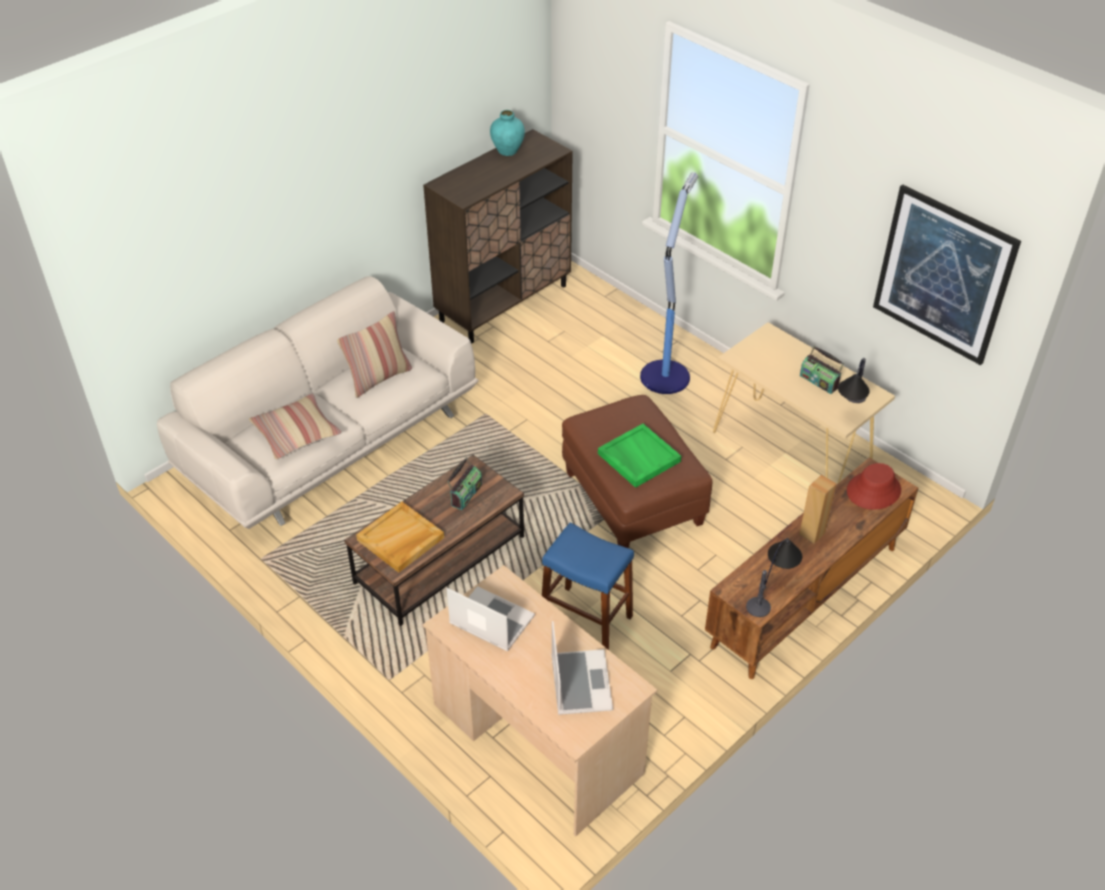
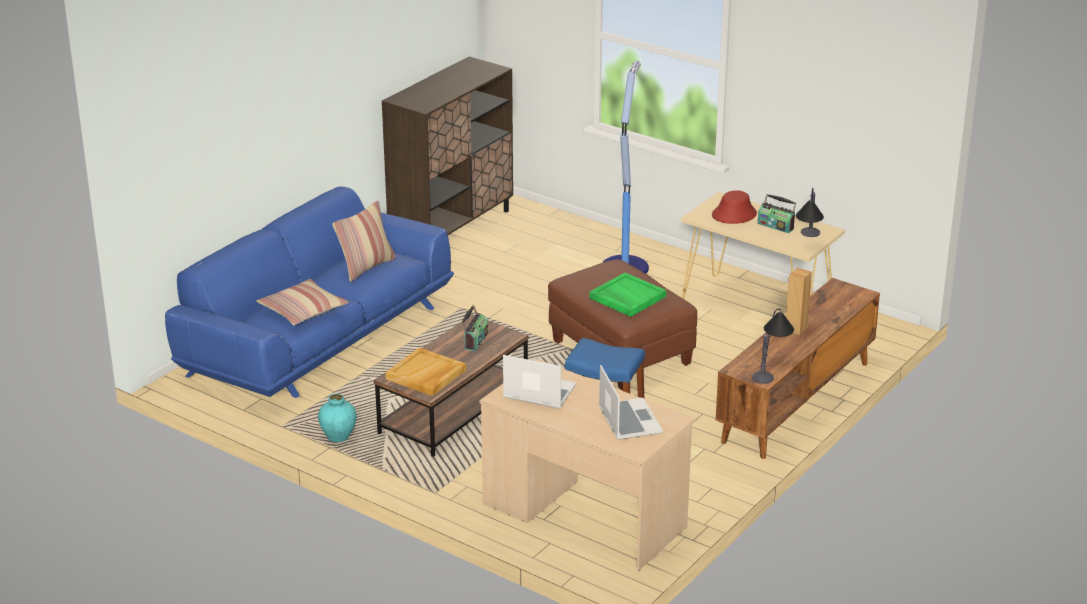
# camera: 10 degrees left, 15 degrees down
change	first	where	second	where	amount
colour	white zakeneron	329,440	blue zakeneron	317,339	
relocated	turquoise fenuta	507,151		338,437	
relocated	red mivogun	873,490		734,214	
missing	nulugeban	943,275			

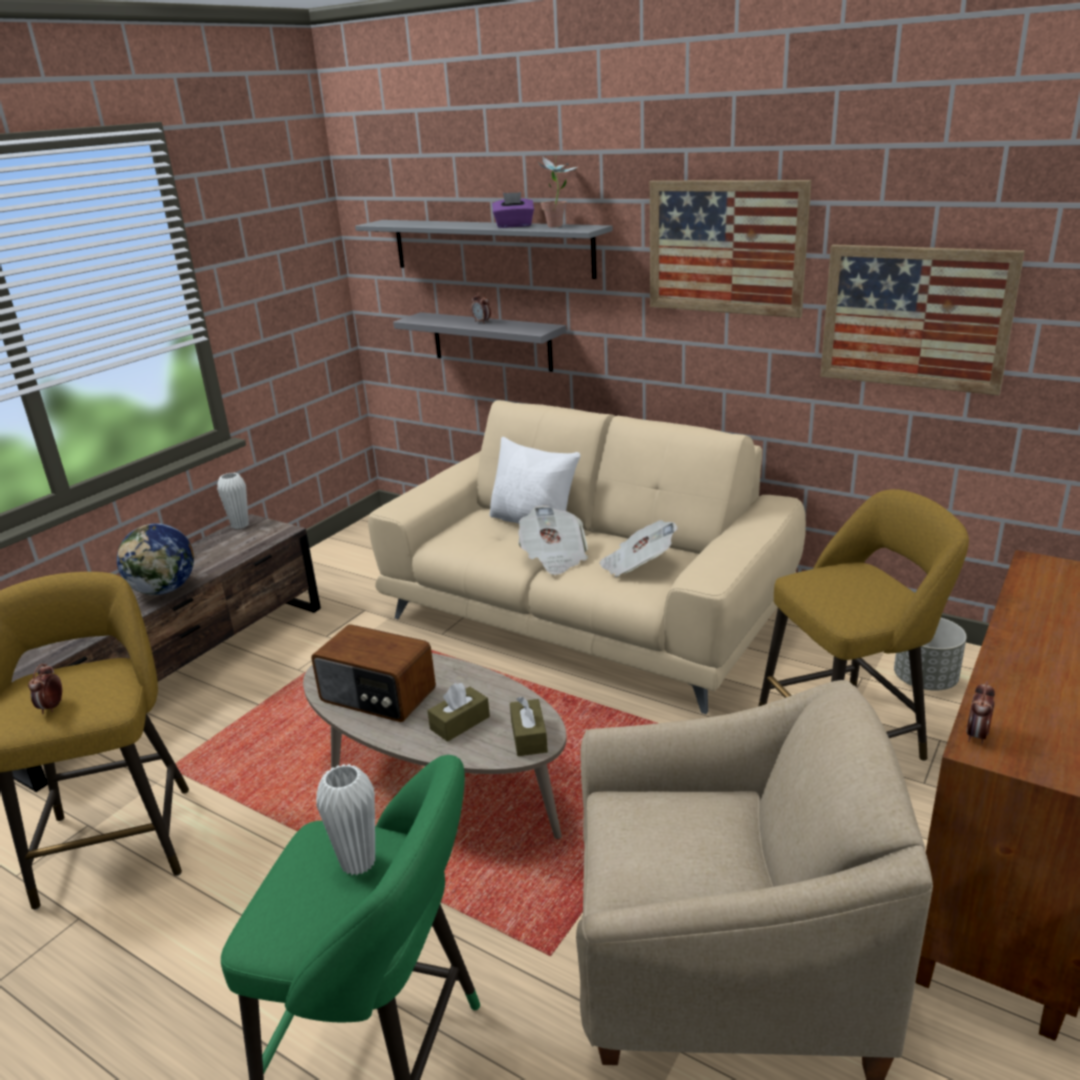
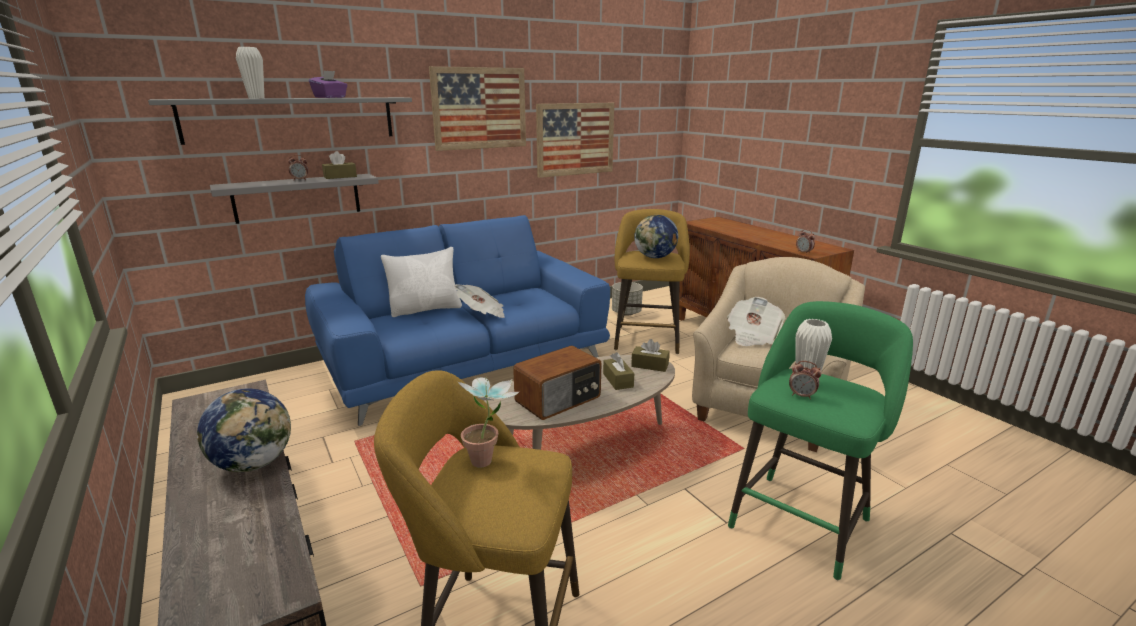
# camera: 65 degrees left, 5 degrees down
change	first	where	second	where	amount
relocated	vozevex	52,707		802,396	
relocated	white fenuta	240,525		256,98	
colour	beige zakeneron	586,614	blue zakeneron	465,362	
relocated	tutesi	558,226		489,460	
relocated	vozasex	637,566		752,336	
appeared			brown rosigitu	340,177	
appeared			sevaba	655,257	

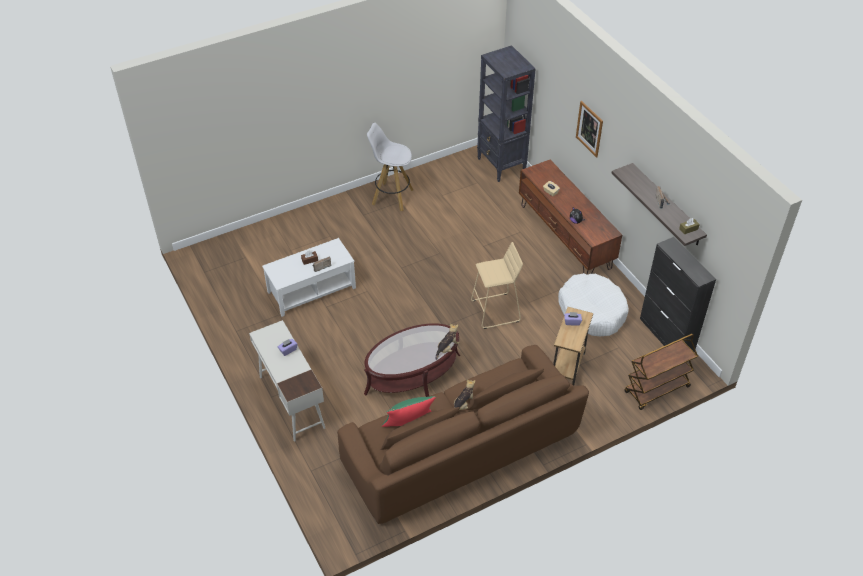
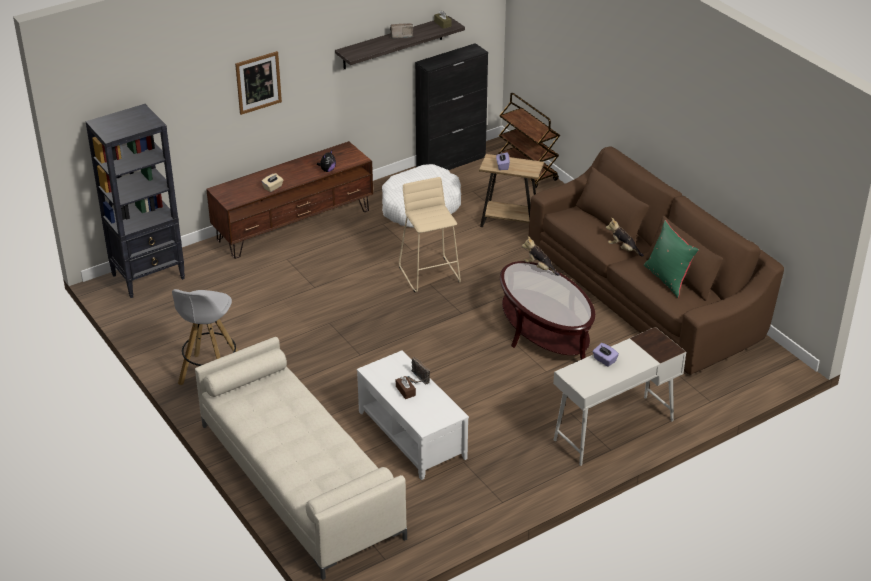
# camera: 95 degrees left, 10 degrees down
change	first	where	second	where	amount
appeared			beige zakeneron	299,480	

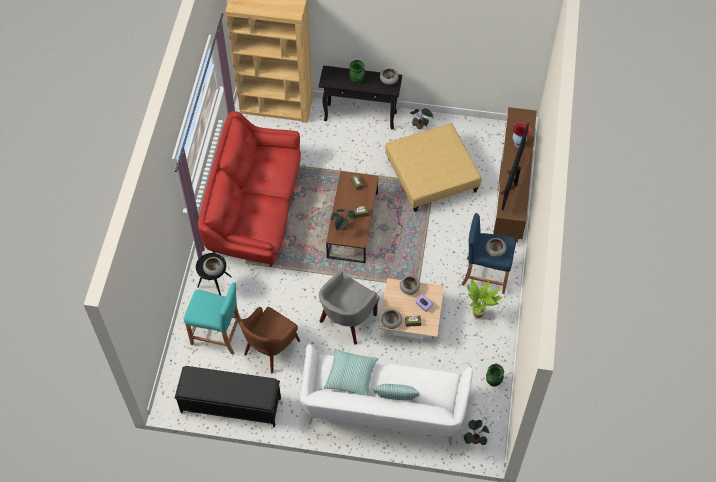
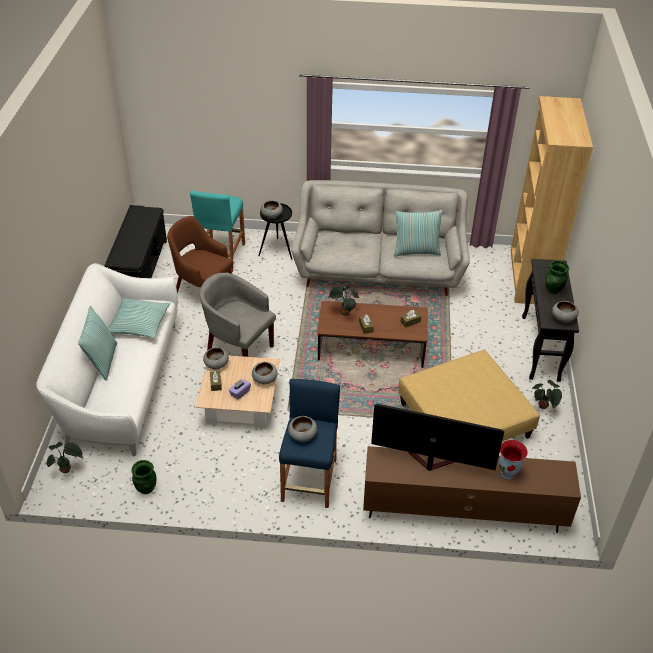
# camera: 85 degrees right, 15 degrees down
change	first	where	second	where	amount
colour	red zakeneron	255,210	grey zakeneron	379,270	
missing	tutesi	479,314			
appeared			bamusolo	416,250	

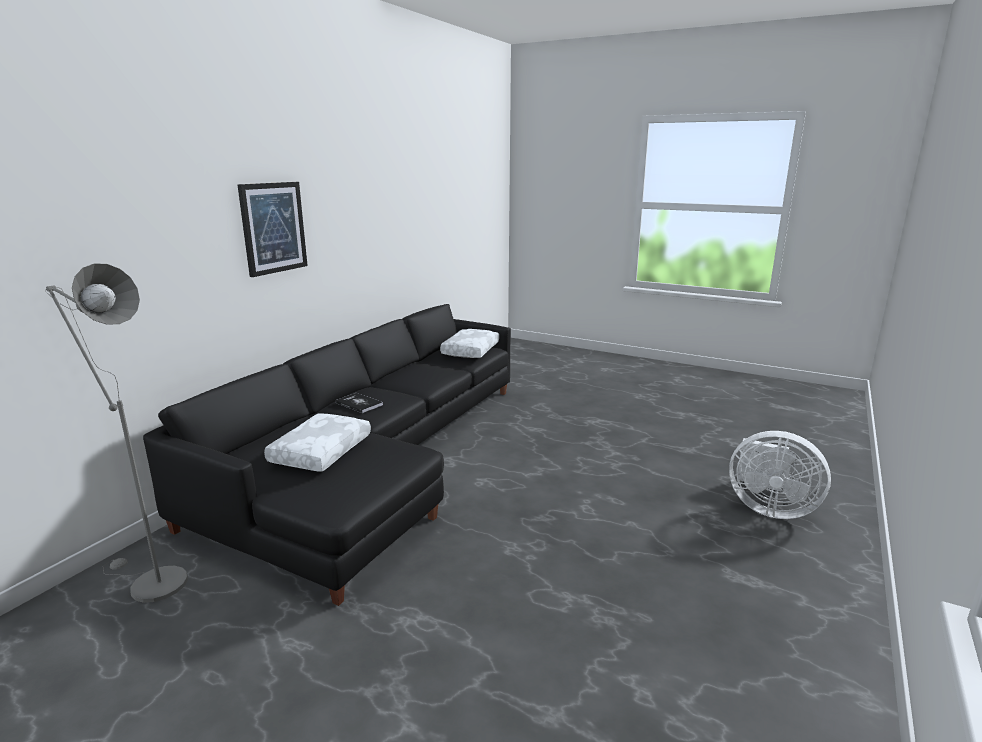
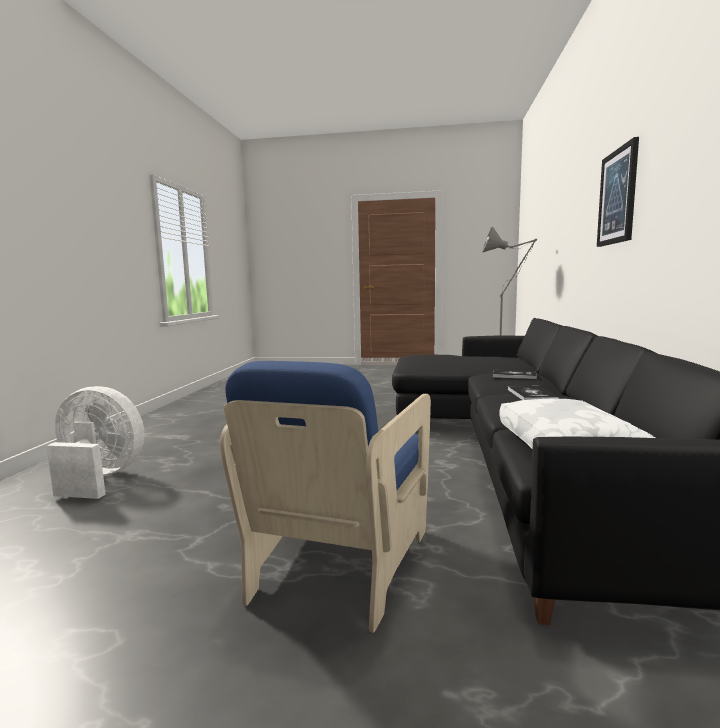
# camera: 160 degrees right, 10 degrees down
change	first	where	second	where	amount
missing	white bamusolo	320,451			
appeared			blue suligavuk	339,561	
appeared			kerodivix	531,395	

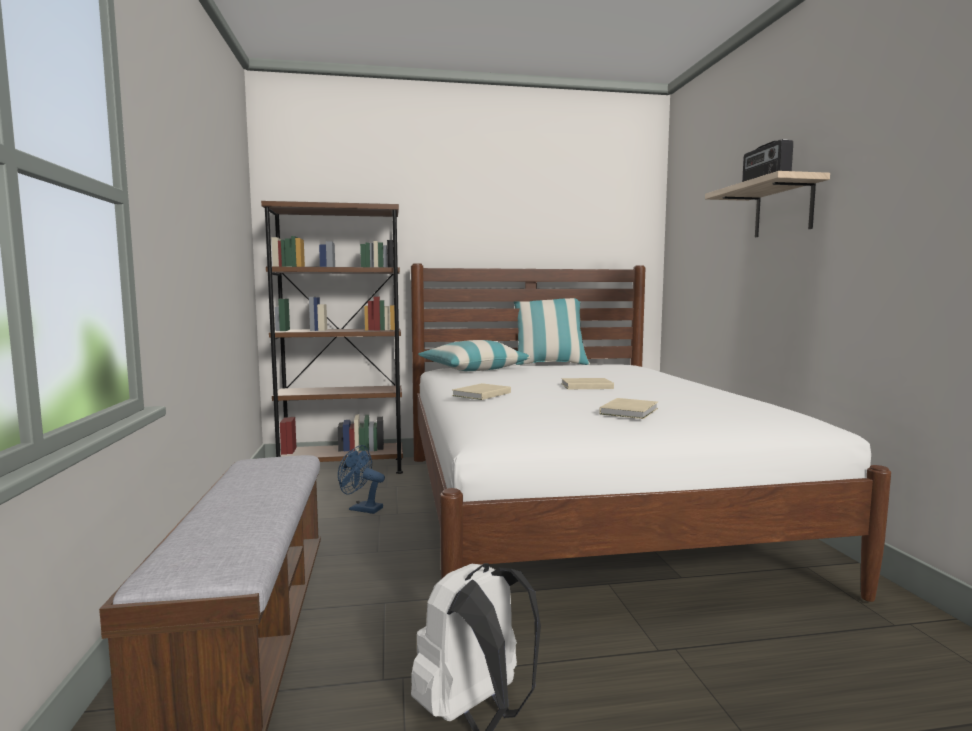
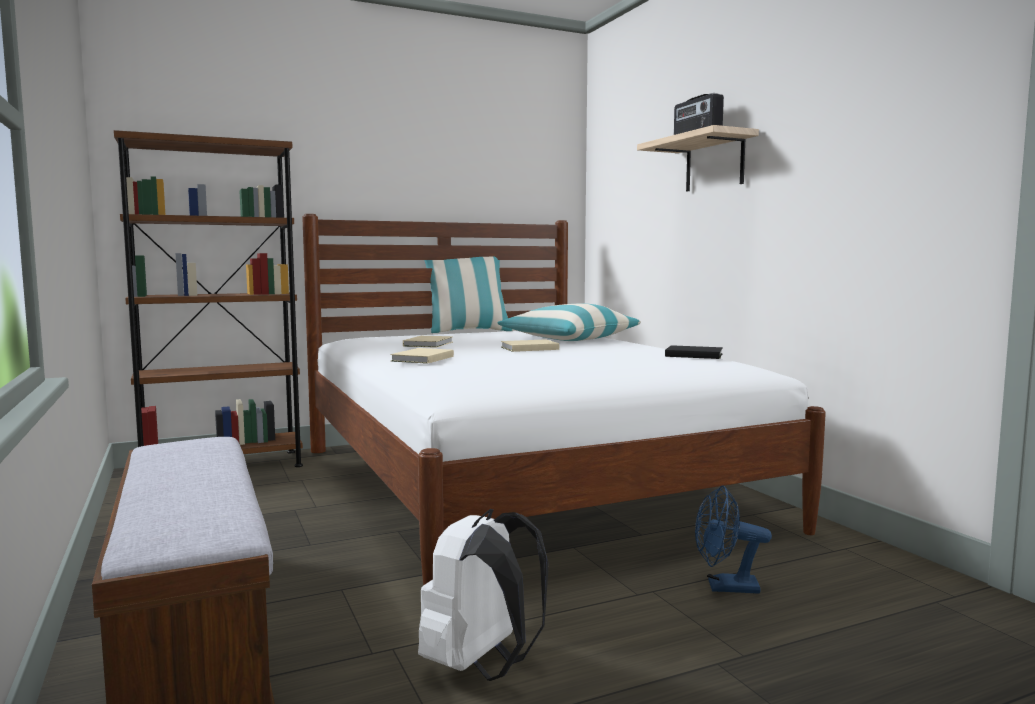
# camera: 15 degrees left, 0 degrees up
change	first	where	second	where	amount
relocated	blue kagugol	361,509		724,587	
relocated	bamusolo	472,369		568,339	
relocated	beige kerodivix	630,411		429,344	
appeared			black kerodivix	692,355	

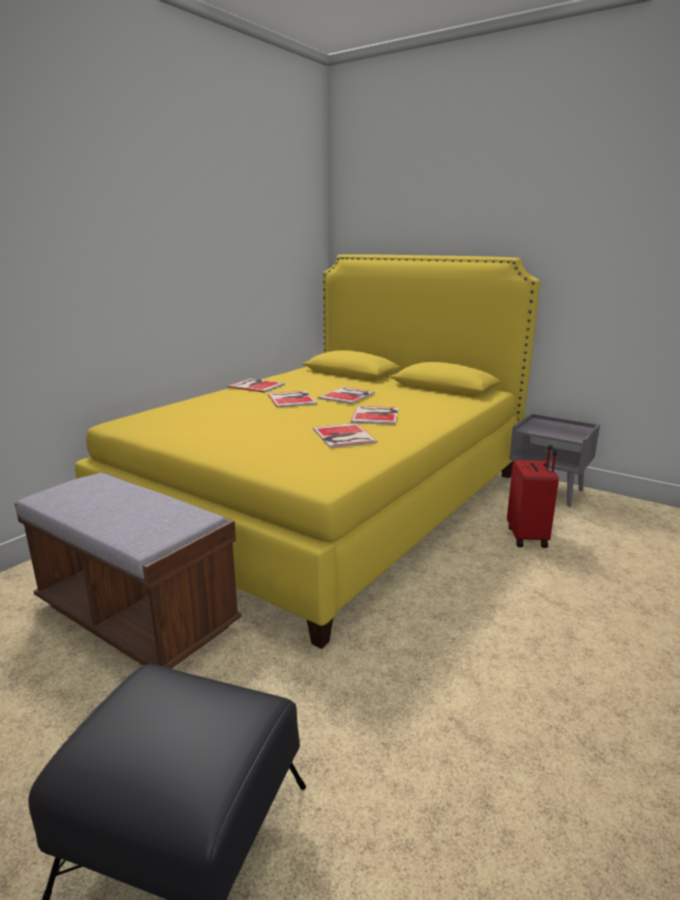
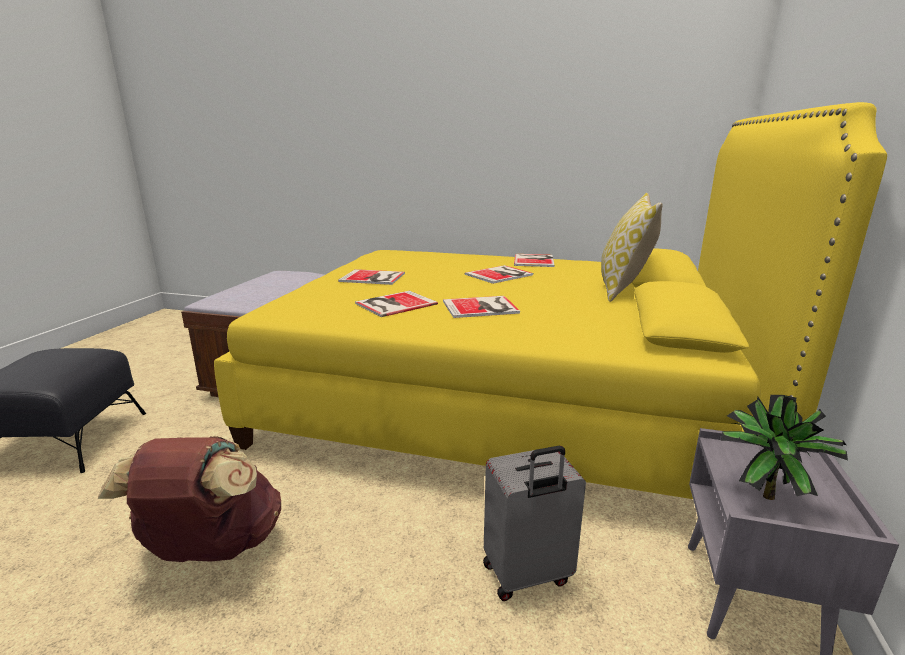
# camera: 70 degrees right, 0 degrees up
change	first	where	second	where	amount
relocated	kerodivix	348,395		373,278	
colour	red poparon	528,537	grey poparon	527,575	
appeared			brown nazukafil	212,549	
appeared			bamusolo	623,289	
appeared			tutesi	764,492	

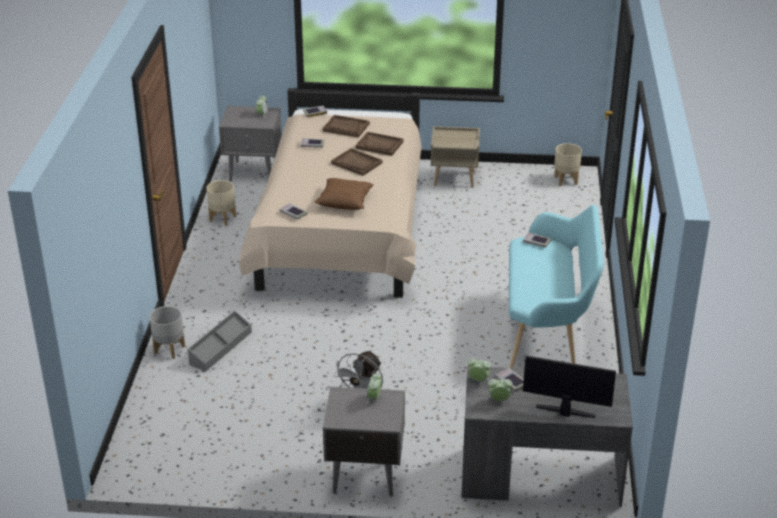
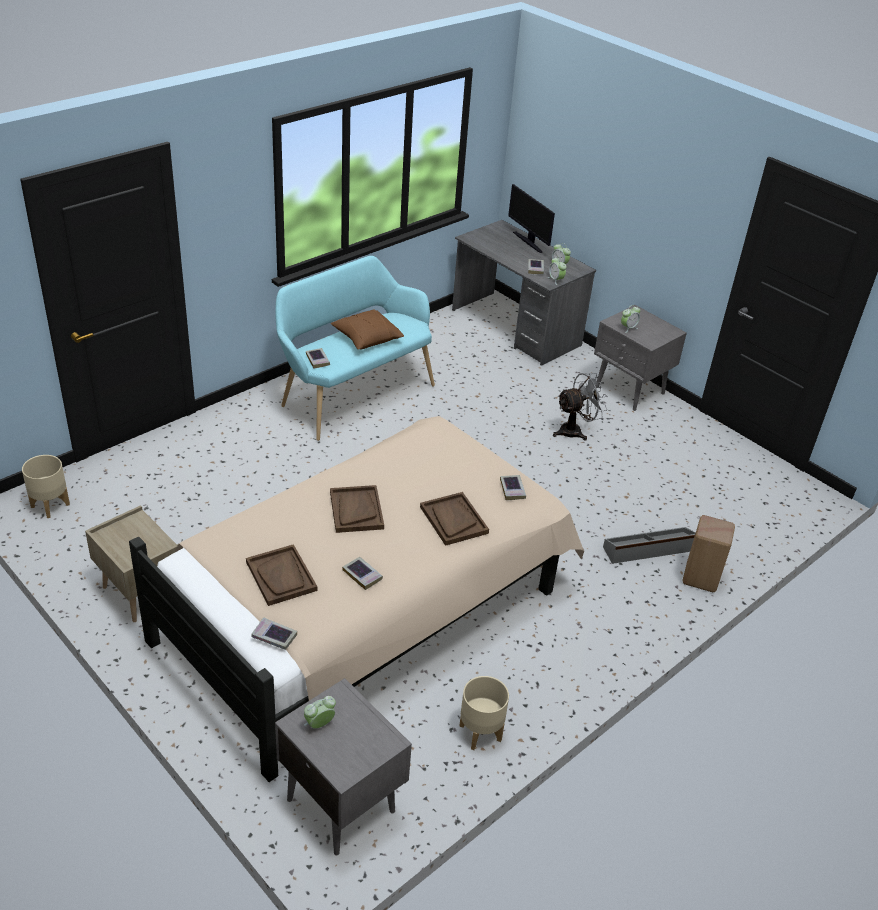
# camera: 140 degrees left, 5 degrees up
change	first	where	second	where	amount
exchanged	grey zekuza	169,349	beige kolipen	701,579	
relocated	brown bamusolo	344,201		366,338	
relocated	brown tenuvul	379,145		453,520	

